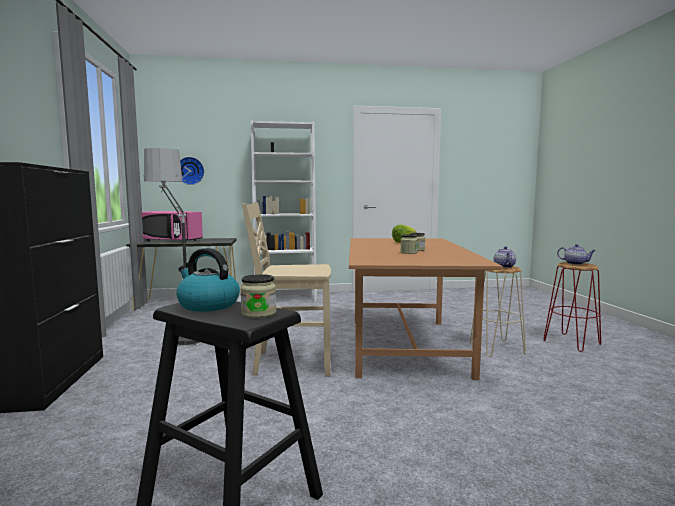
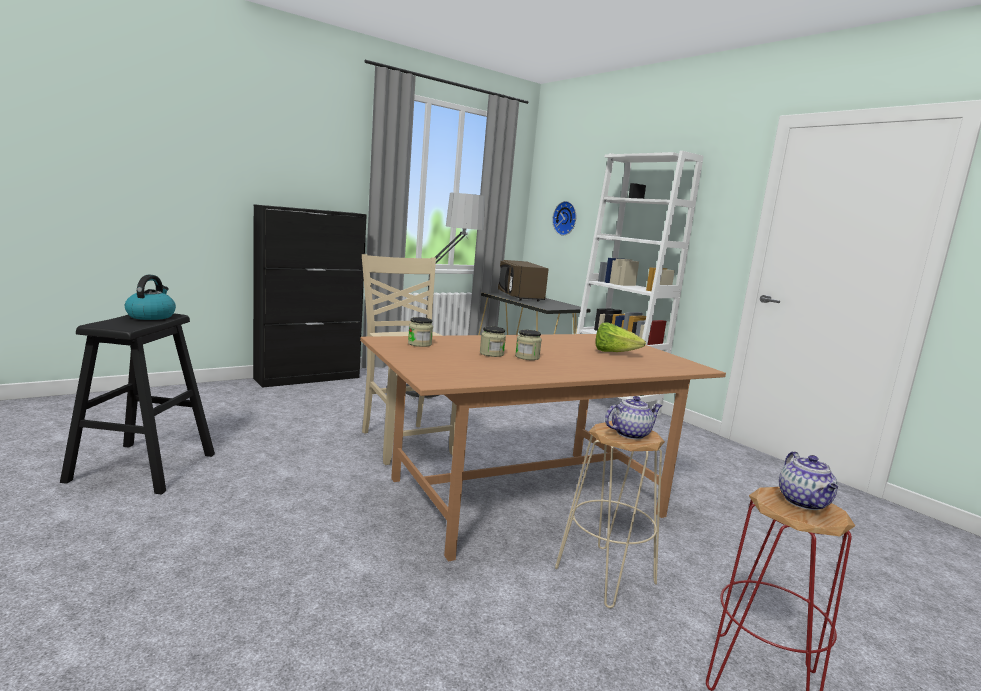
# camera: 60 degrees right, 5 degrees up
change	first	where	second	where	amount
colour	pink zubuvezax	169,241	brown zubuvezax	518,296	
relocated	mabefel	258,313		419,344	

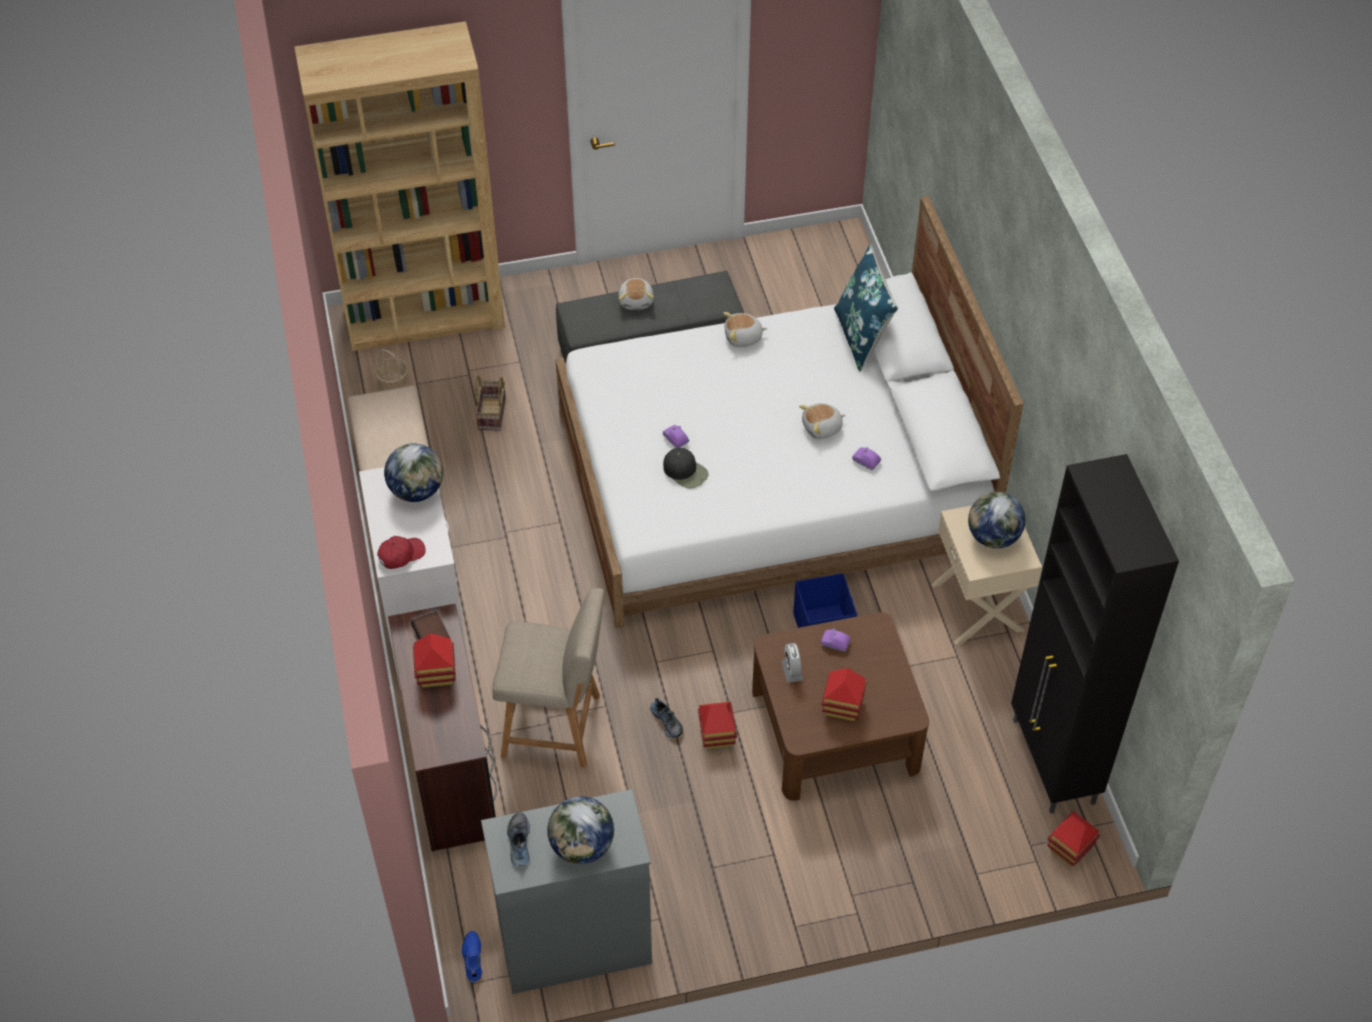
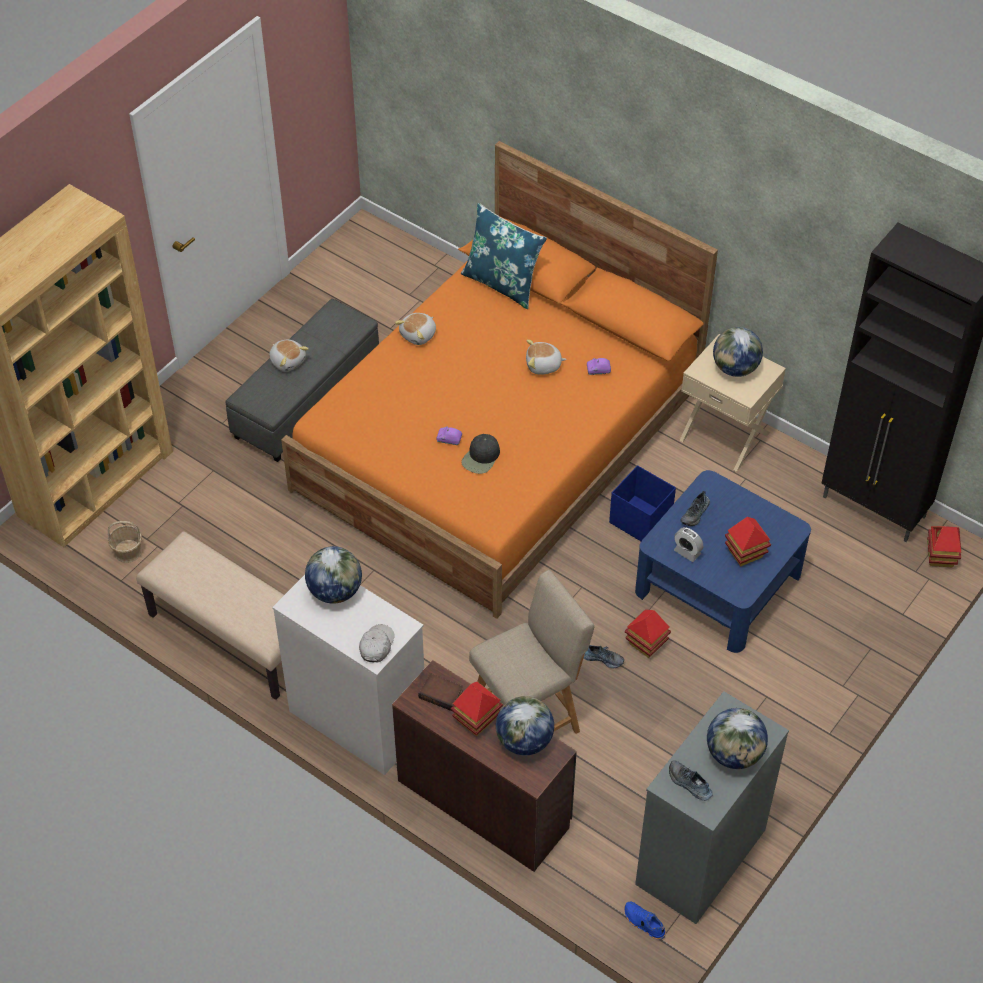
# camera: 40 degrees left, 0 degrees up
change	first	where	second	where	amount
colour	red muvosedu	401,555	white muvosedu	376,645	
missing	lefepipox	492,415			
colour	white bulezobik	771,483	orange bulezobik	499,441	
spun	black muvosedu	685,471		481,457	120 degrees clockwise
colour	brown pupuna	836,729	blue pupuna	719,582	
spun	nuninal	822,428		543,365	60 degrees clockwise
exchanged	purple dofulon	835,644	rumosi	695,514	
appeared			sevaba	524,741	

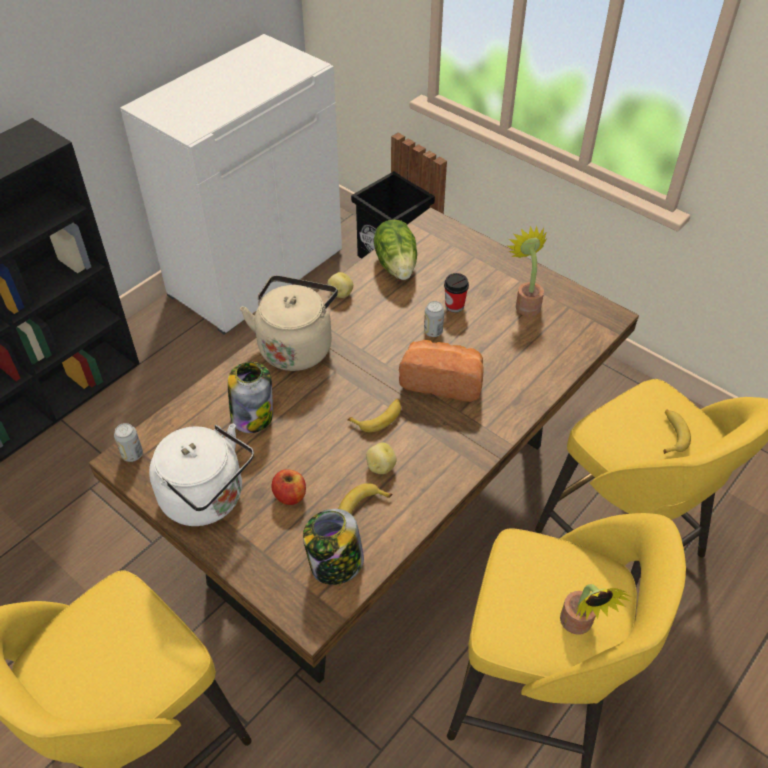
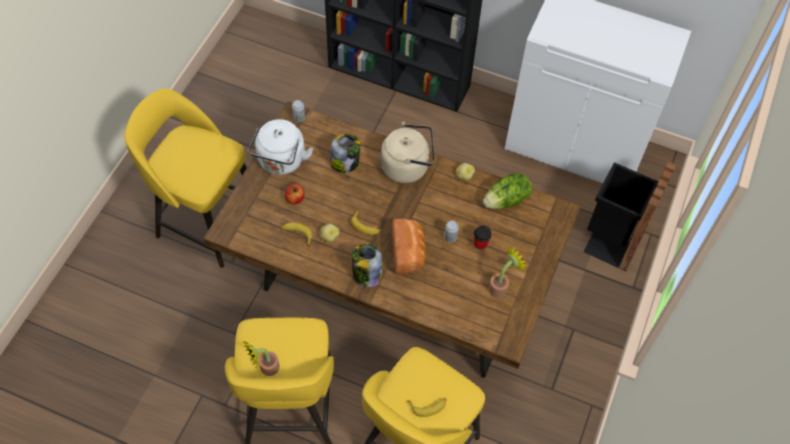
# camera: 70 degrees right, 10 degrees up
change	first	where	second	where	amount
relocated	mabefel	335,564		366,274	

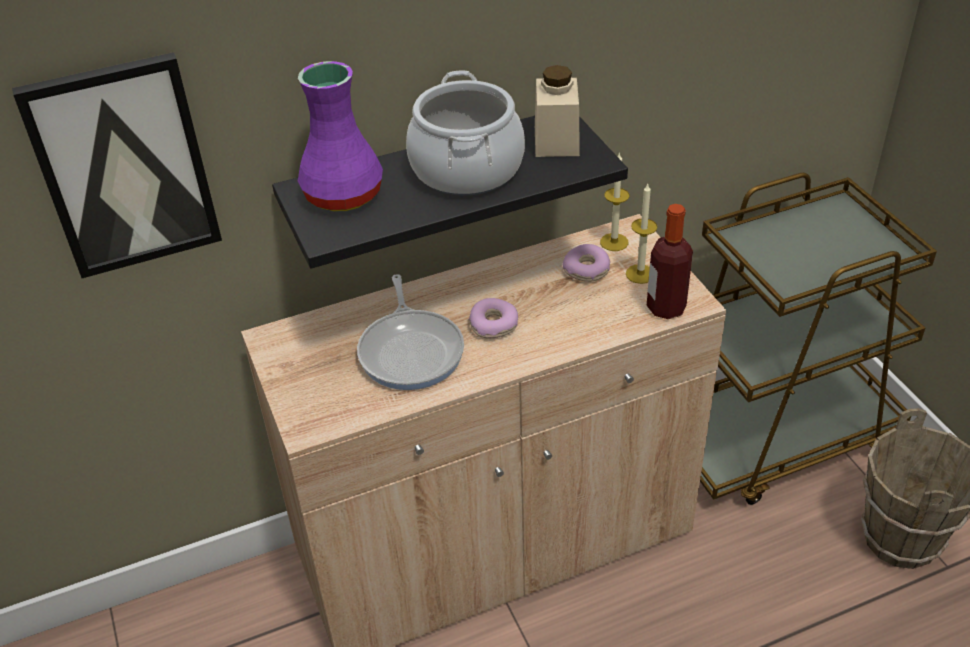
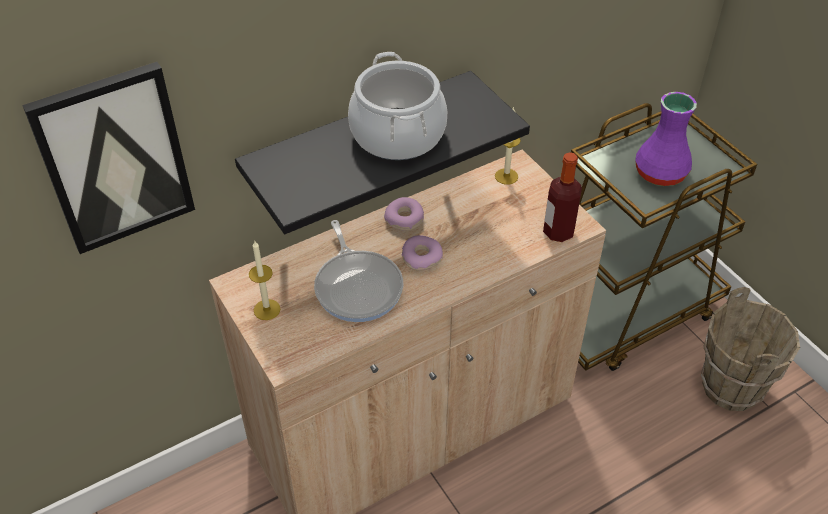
# camera: 10 degrees left, 5 degrees up
change	first	where	second	where	amount
relocated	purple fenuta	341,195		659,173	
missing	beige mabefel	556,141			
relocated	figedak	587,270		404,219	
relocated	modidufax	640,274		267,309	

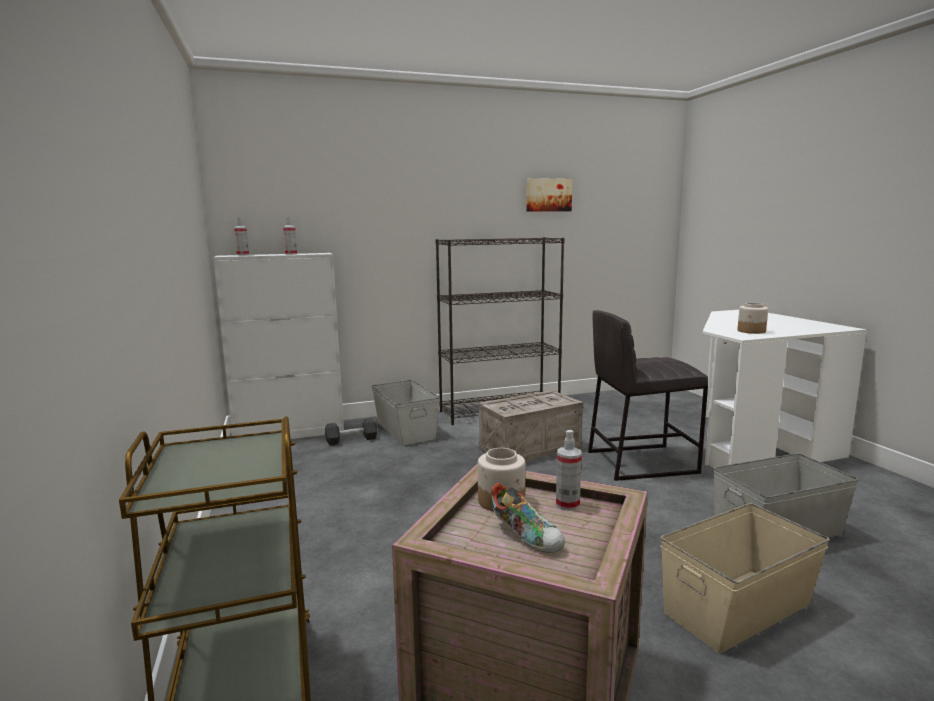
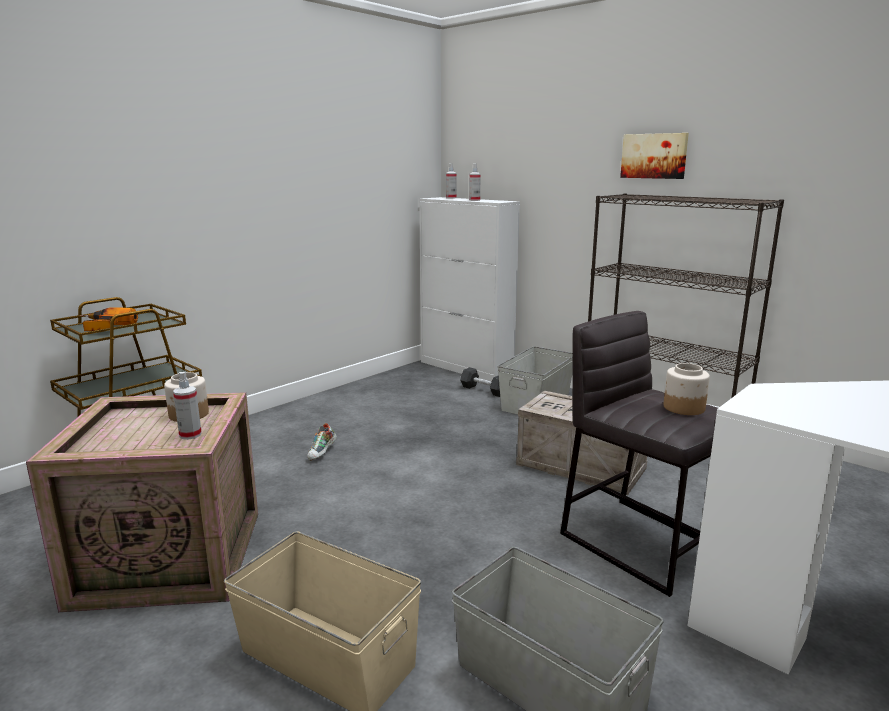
# camera: 60 degrees right, 5 degrees up
change	first	where	second	where	amount
relocated	rumosi	526,537		322,453	
relocated	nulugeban	548,195		654,156	
relocated	mabefel	751,331		683,408	
appeared			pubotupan	103,328	

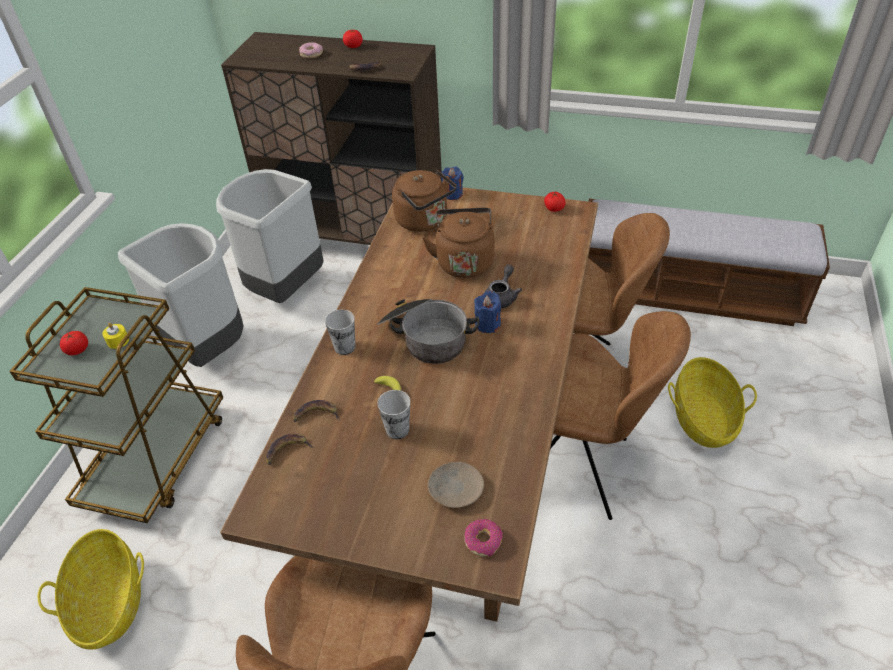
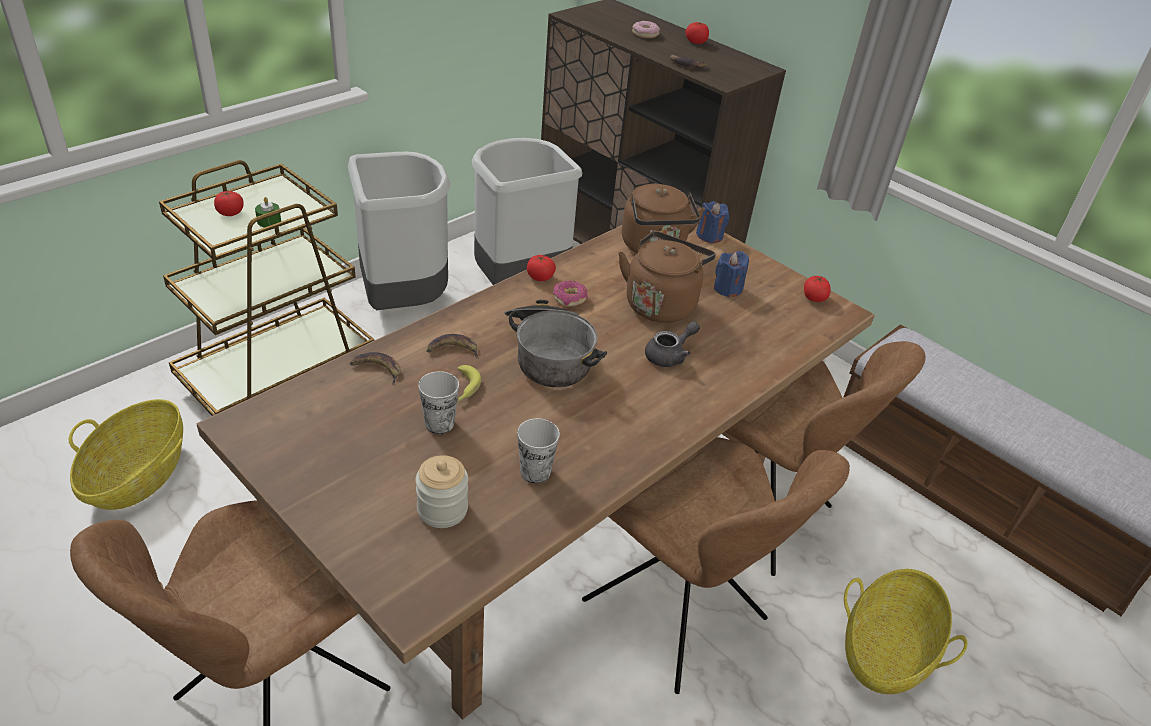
# camera: 25 degrees right, 5 degrees down
change	first	where	second	where	amount
colour	yellow modidufax	118,341	green modidufax	269,221	
relocated	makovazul	287,451		452,350	
relocated	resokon	345,347		535,472	
exchanged	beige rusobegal	455,488	mabefel	442,509	
relocated	figedak	483,541		570,298	
relocated	blue modidufax	487,324		727,289	
appeared			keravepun	540,277	

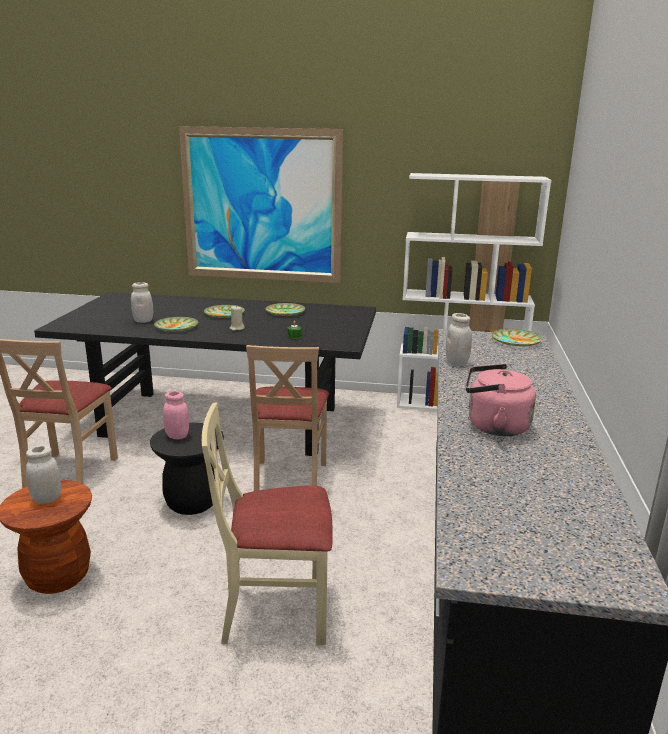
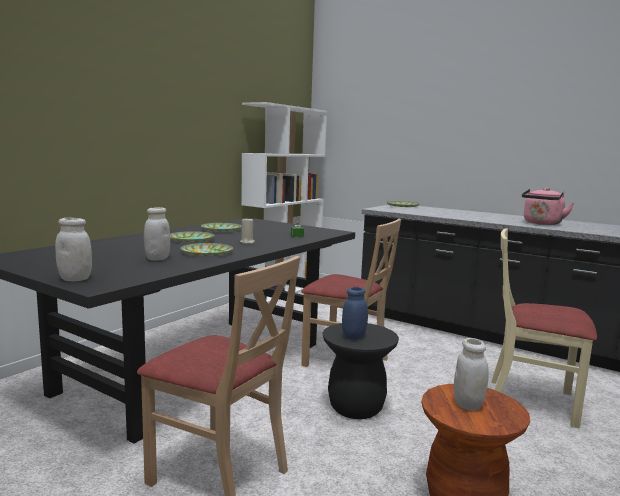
# camera: 65 degrees left, 10 degrees down
change	first	where	second	where	amount
colour	pink mabefel	177,436	blue mabefel	354,337	
missing	nulugeban	261,206			
spun	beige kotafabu	274,610		532,401	90 degrees clockwise
relocated	white mabefel	457,363		75,279	

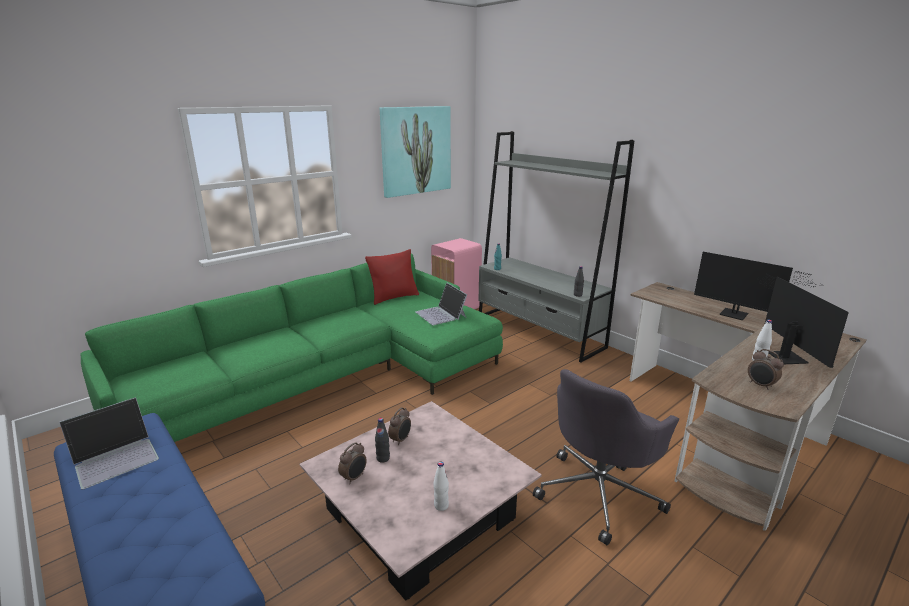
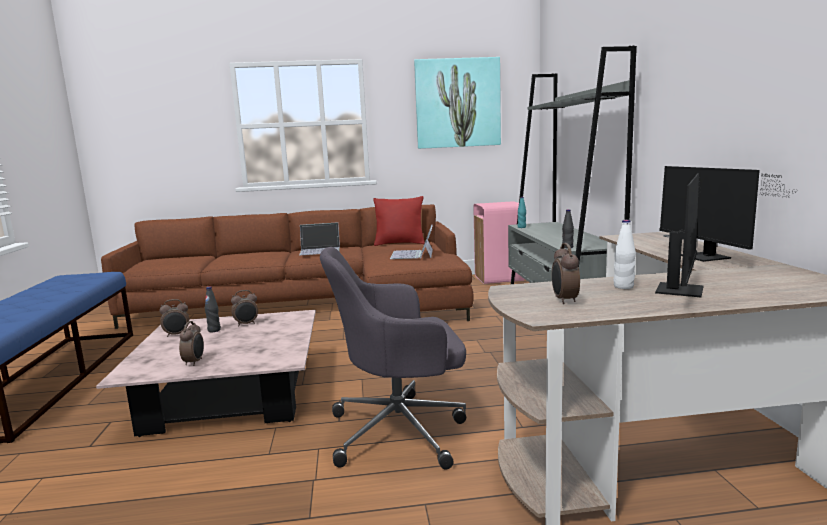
# camera: 35 degrees right, 10 degrees down
change	first	where	second	where	amount
relocated	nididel	116,456		320,250	
colour	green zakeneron	330,378	brown zakeneron	312,305	
exchanged	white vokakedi	441,505	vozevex	194,362	

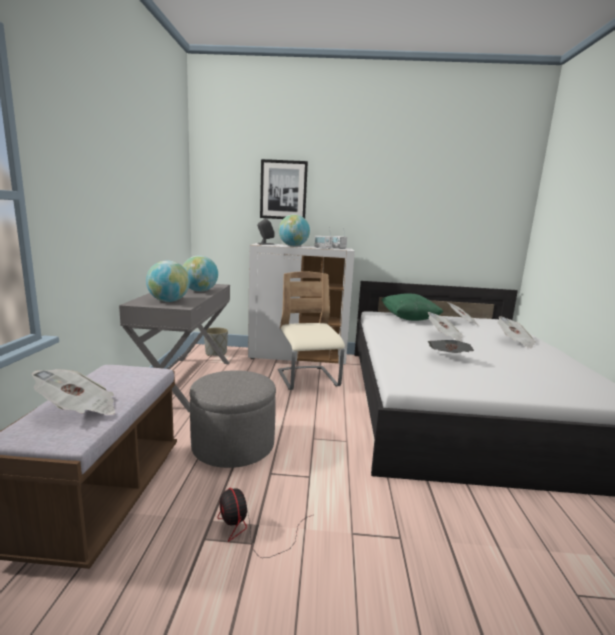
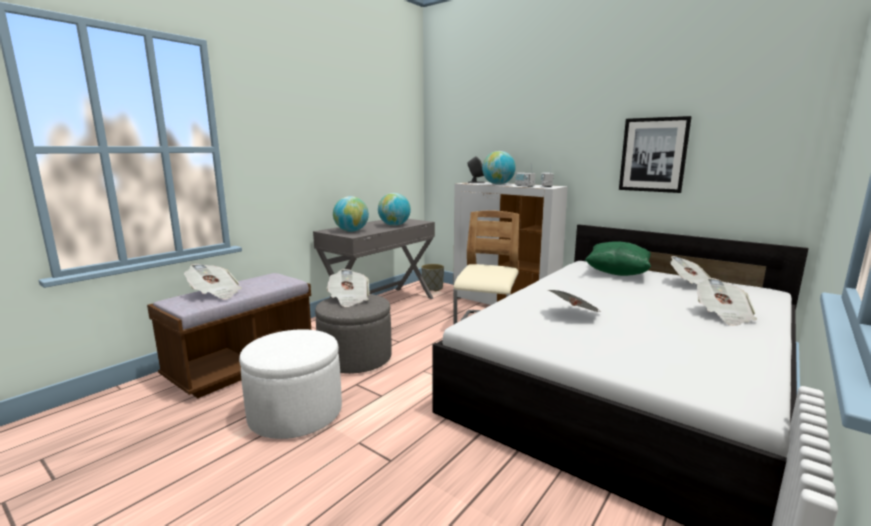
# camera: 35 degrees right, 0 degrees up
change	first	where	second	where	amount
exchanged	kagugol	250,531	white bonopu	295,413	
relocated	nulugeban	283,190		653,155	
relocated	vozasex	444,337		349,299	

